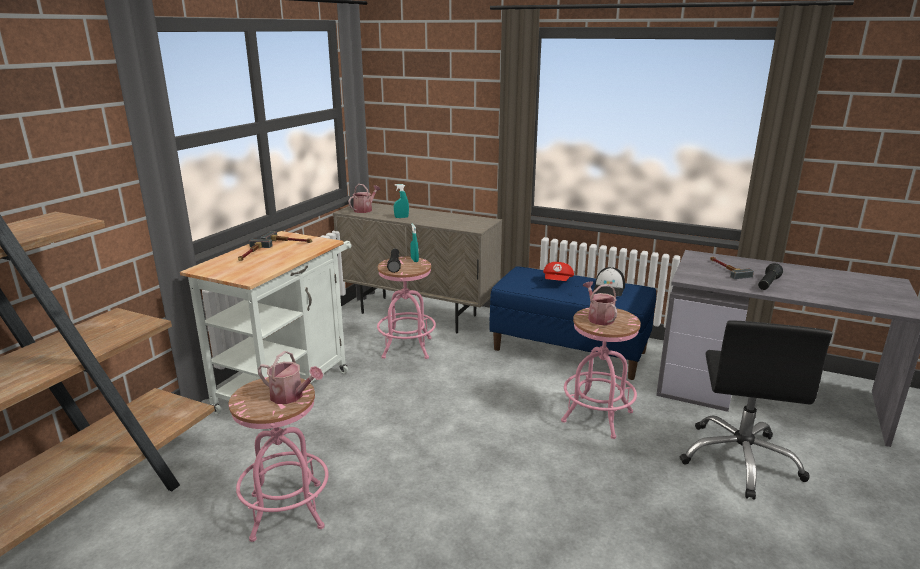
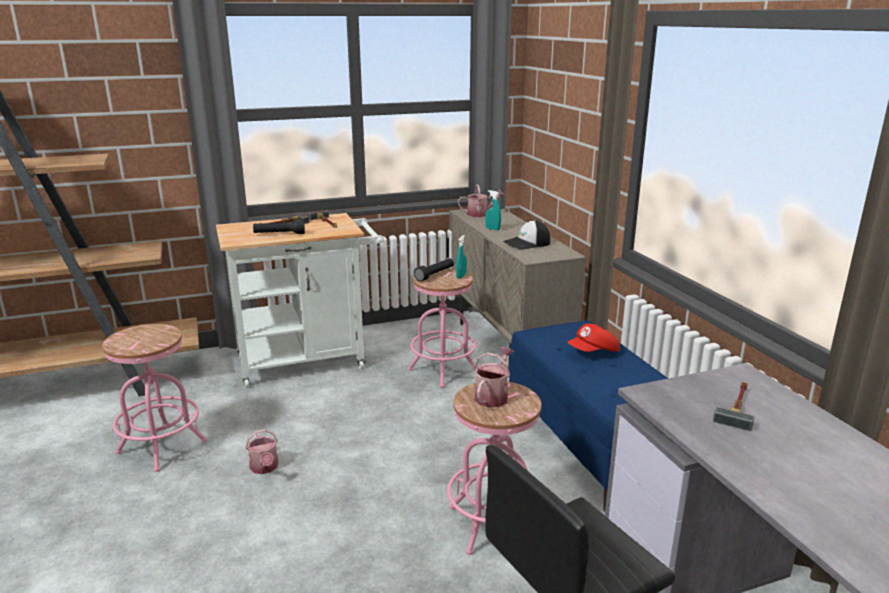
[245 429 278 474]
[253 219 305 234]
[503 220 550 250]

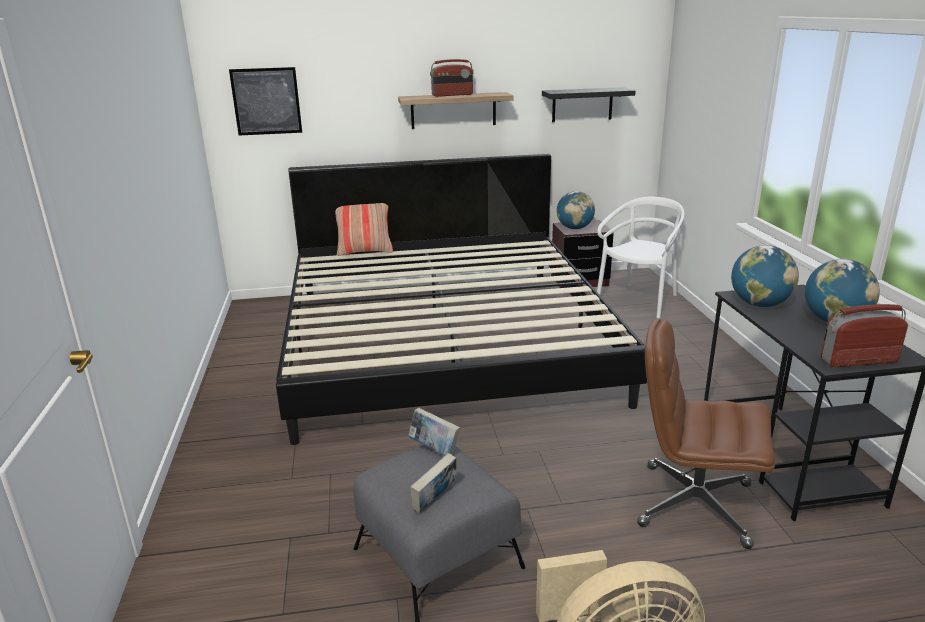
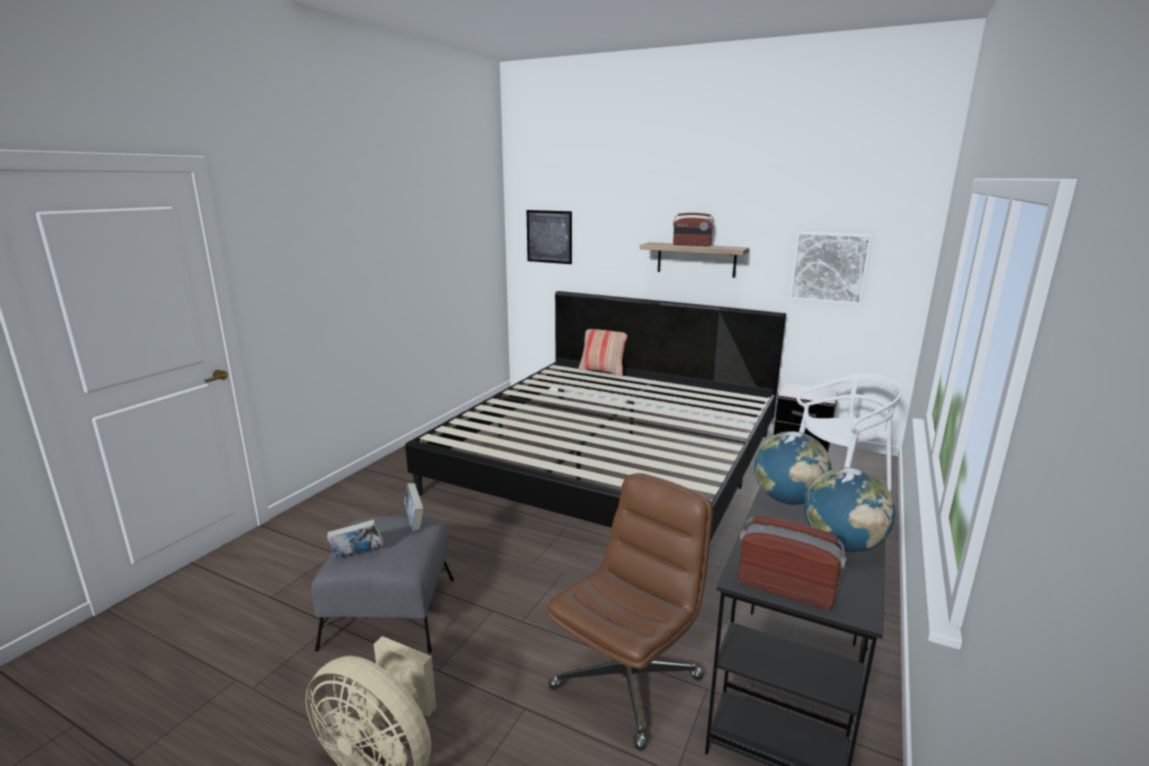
[546 473 713 751]
[789 232 872 306]
[557 191 595 229] (first image)

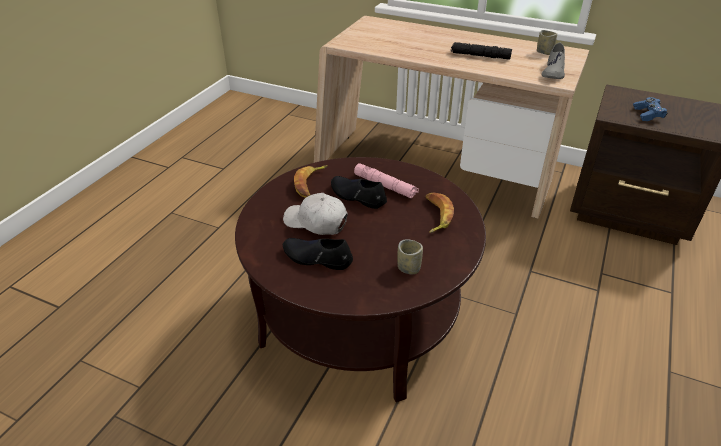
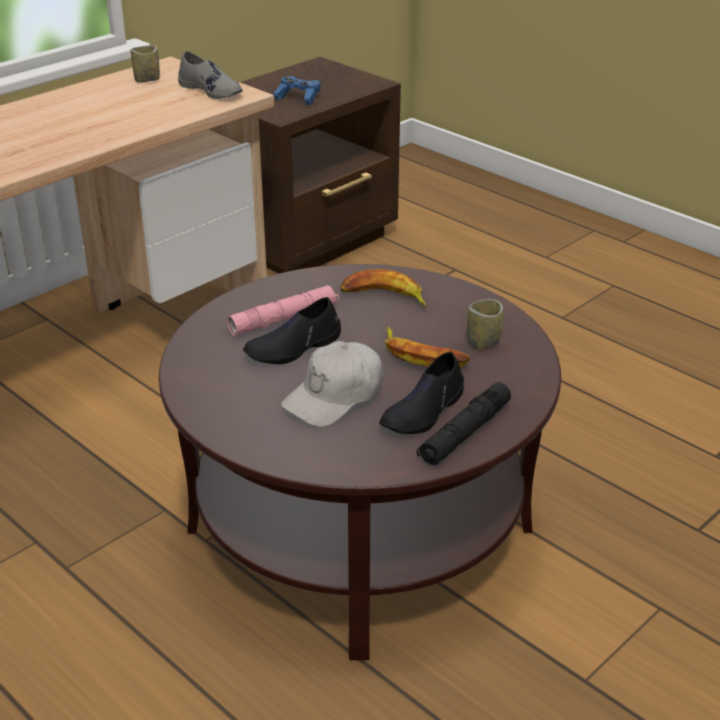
[385 327 470 368]
[416 382 511 465]

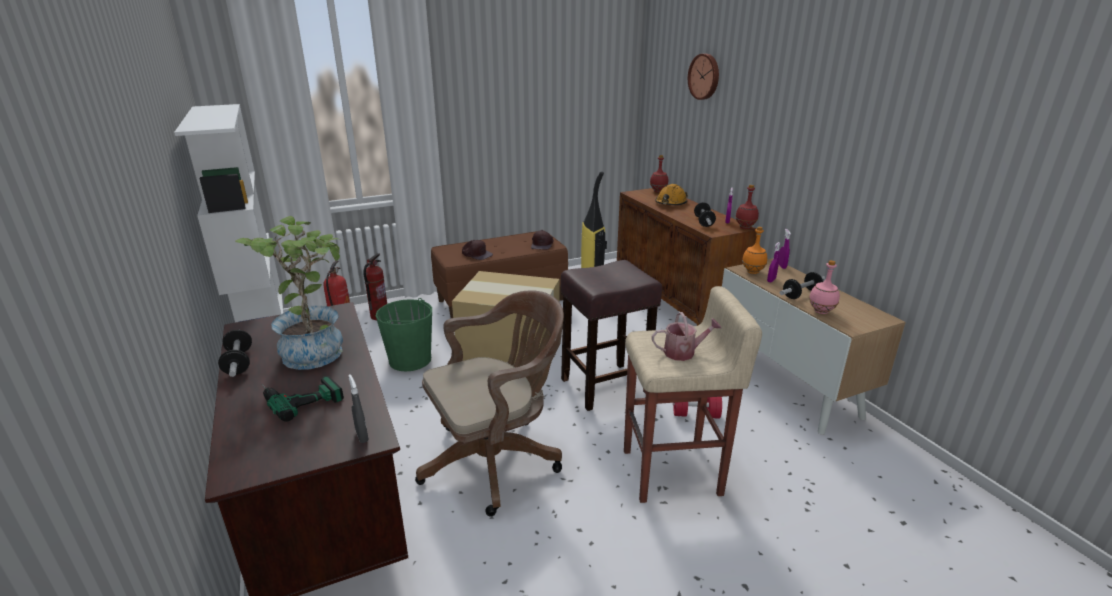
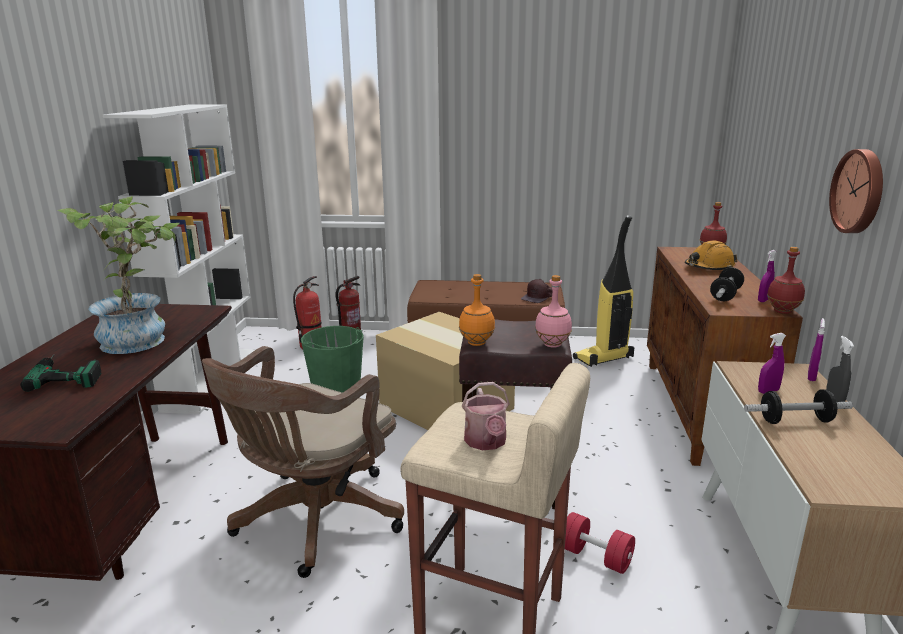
[202 346 404 578]
[459 274 495 346]
[462 382 510 450]
[535 275 572 348]
[826 336 854 402]
[829 149 883 233]
[218 330 252 377] (first image)
[462 240 493 260] (first image)

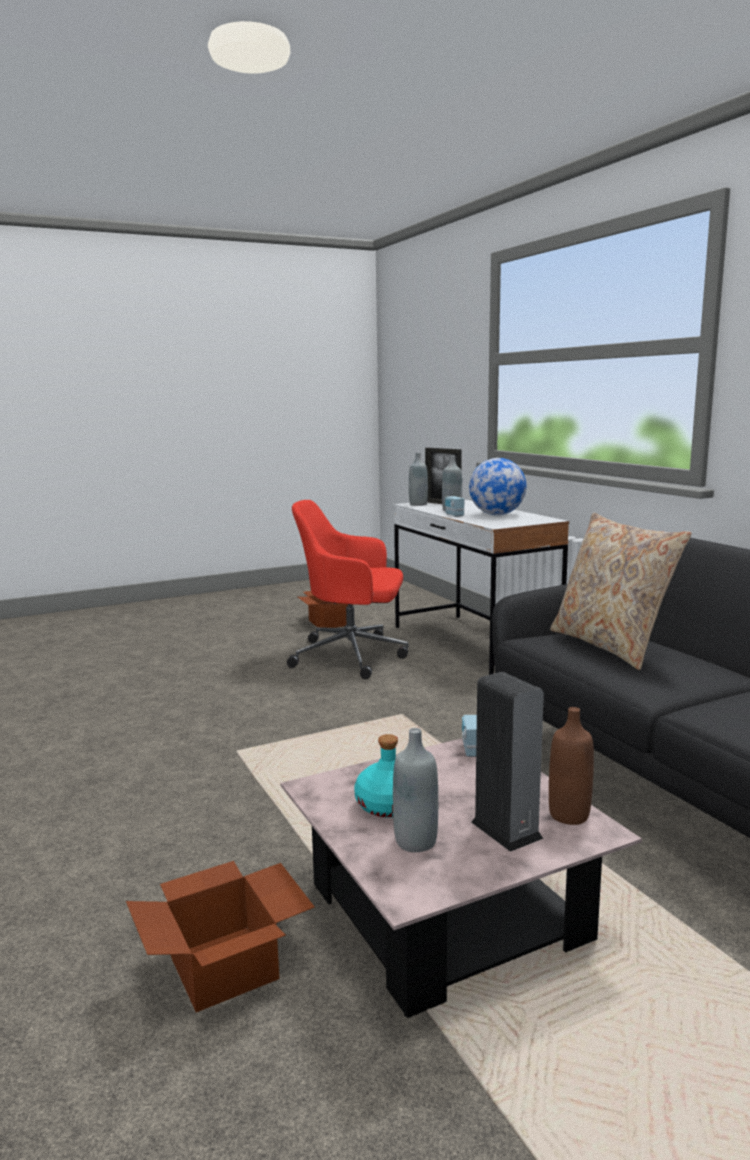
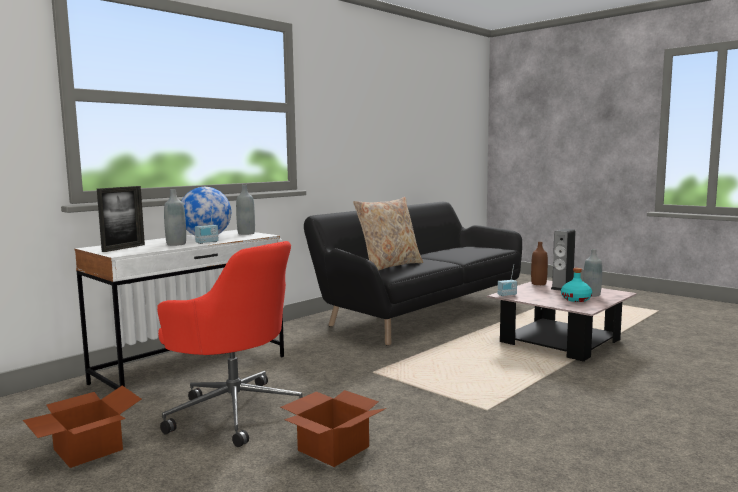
[157 241 303 447]
[236 185 255 235]
[281 390 386 467]

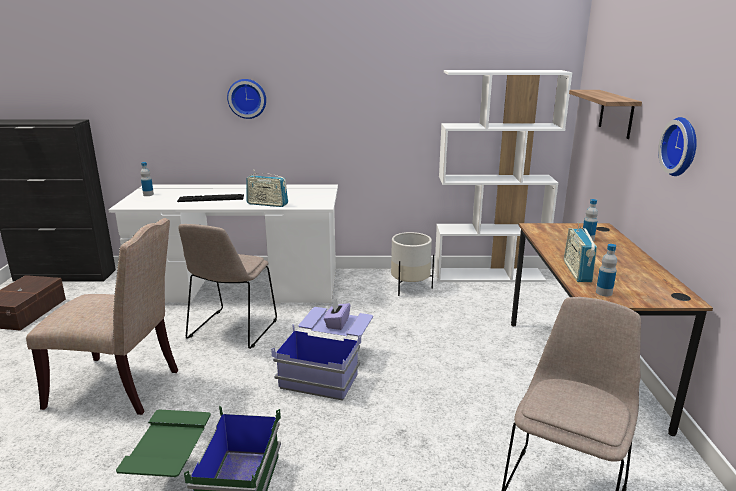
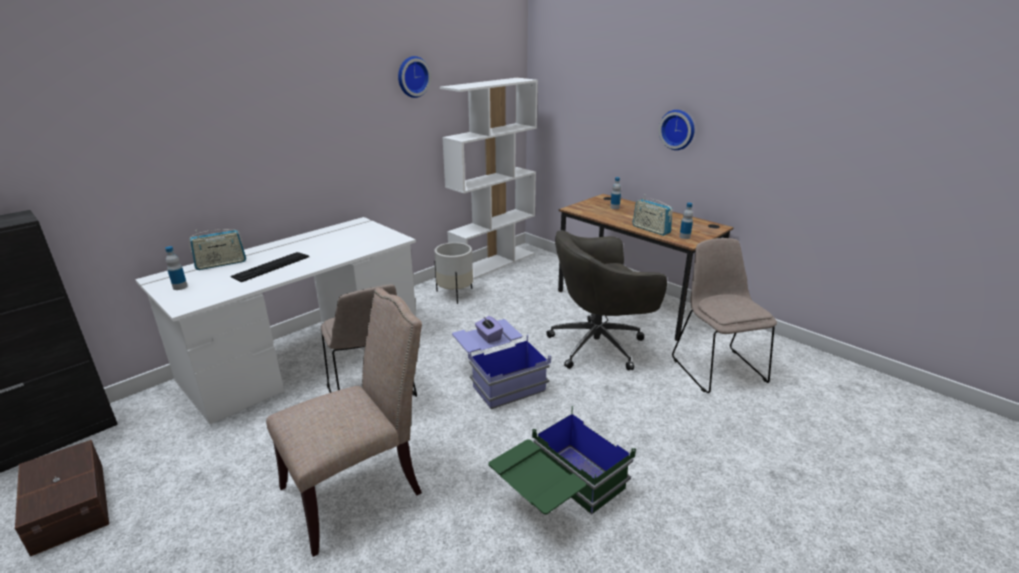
[189 229 246 270]
[398 56 431 98]
[546 230 667 371]
[569 90 642 139] (first image)

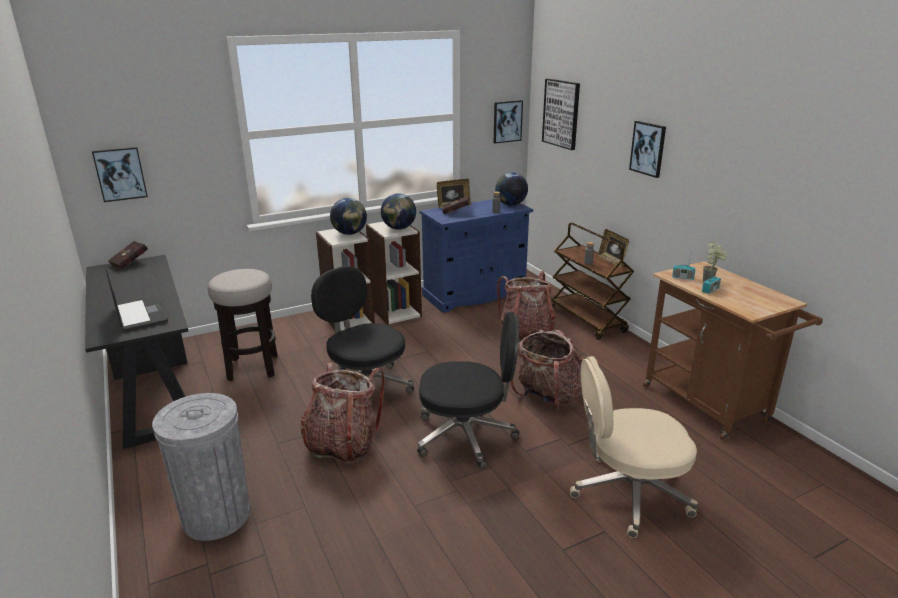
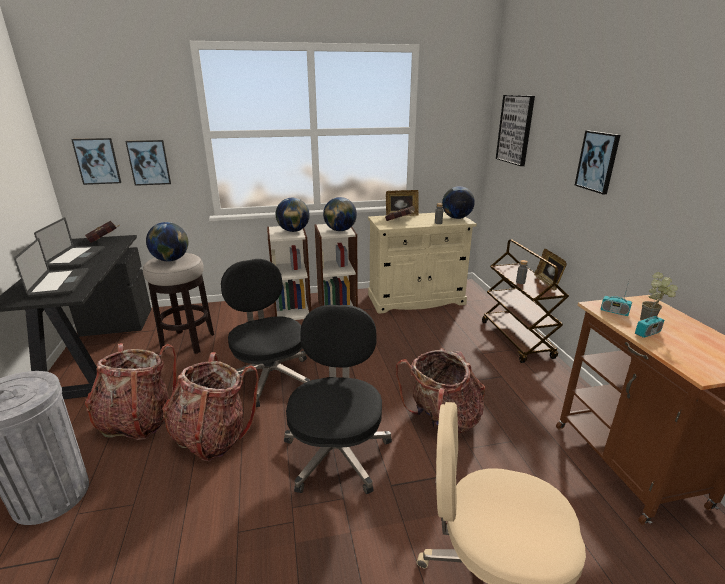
[34 217 105 268]
[85 343 177 440]
[125 140 171 186]
[146 222 188 261]
[284 305 392 494]
[368 212 477 314]

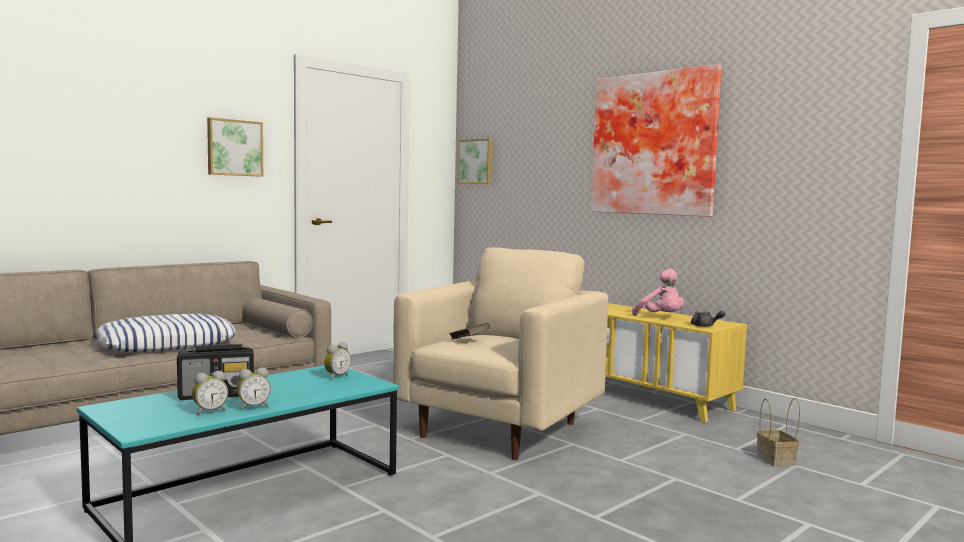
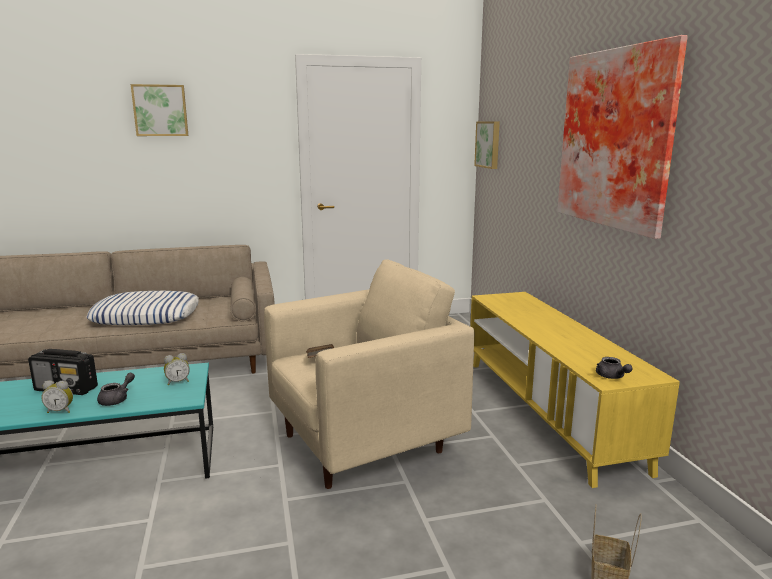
[97 373 135 406]
[131 84 188 136]
[192 371 228 415] (first image)
[632 269 684 316] (first image)

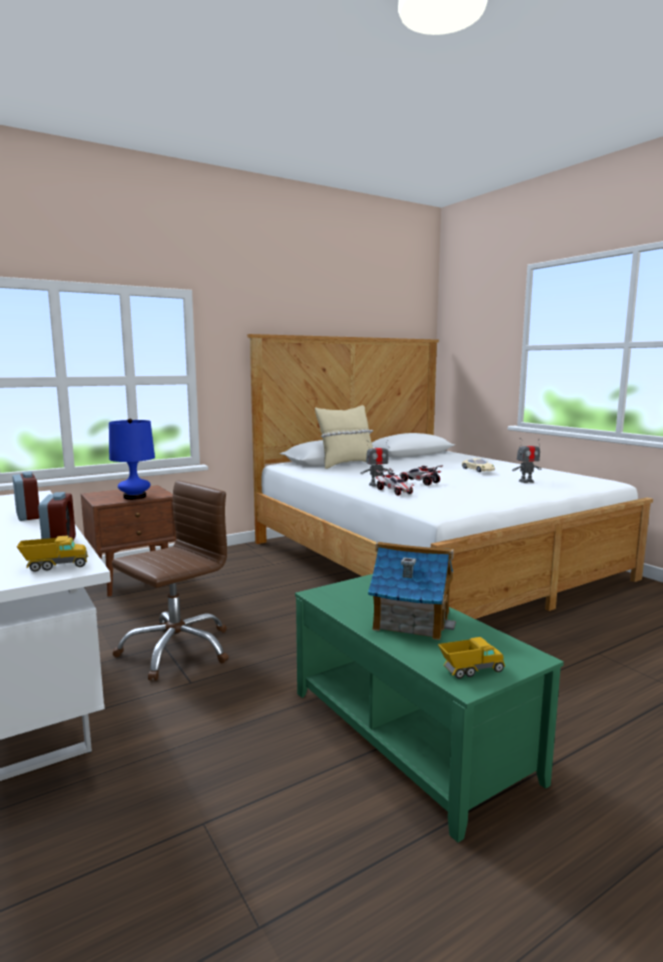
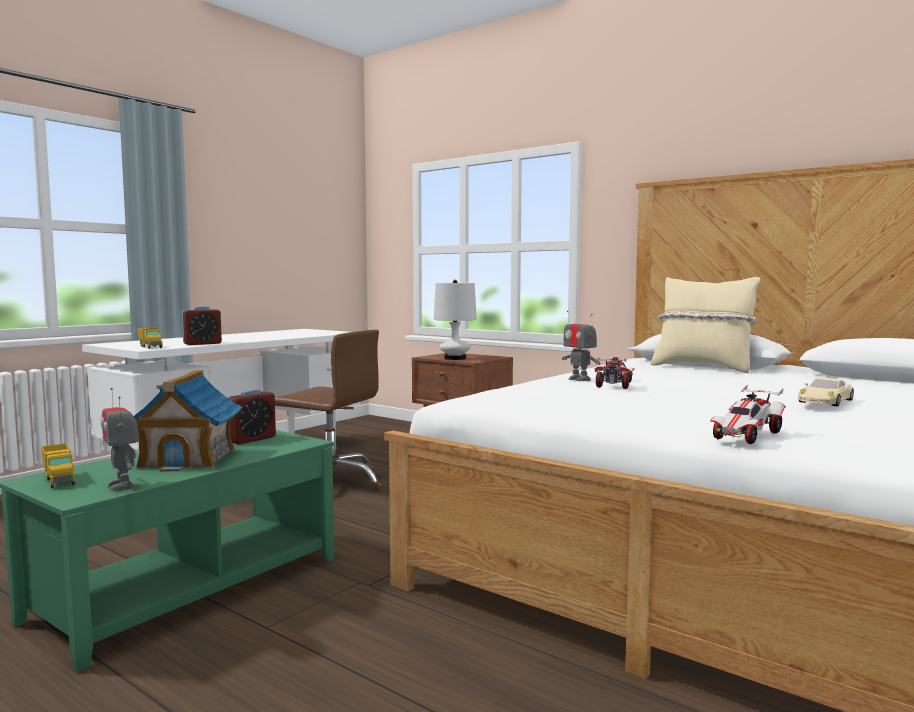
[101 388 140 491]
[226 389 276 445]
[434 280 477 360]
[710 385 786 444]

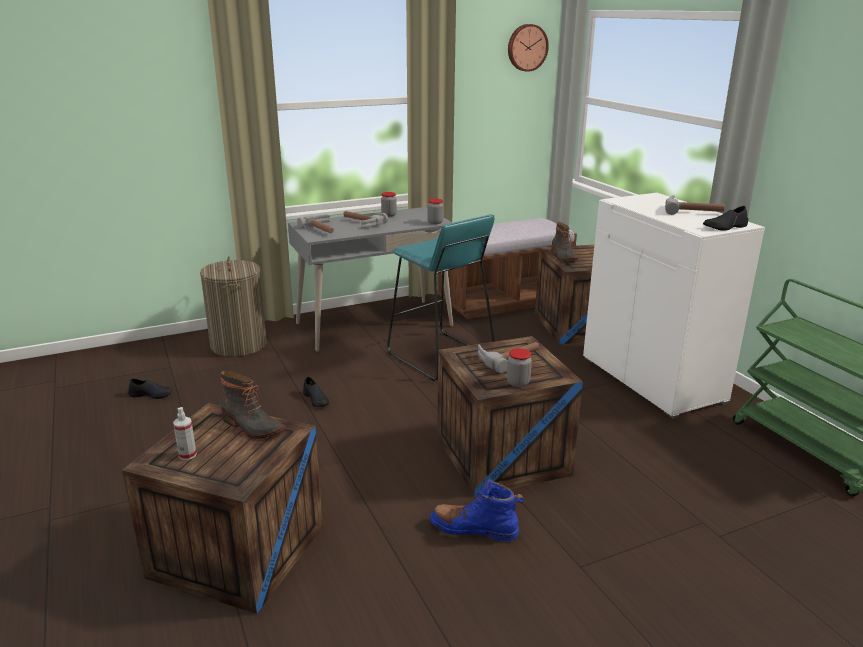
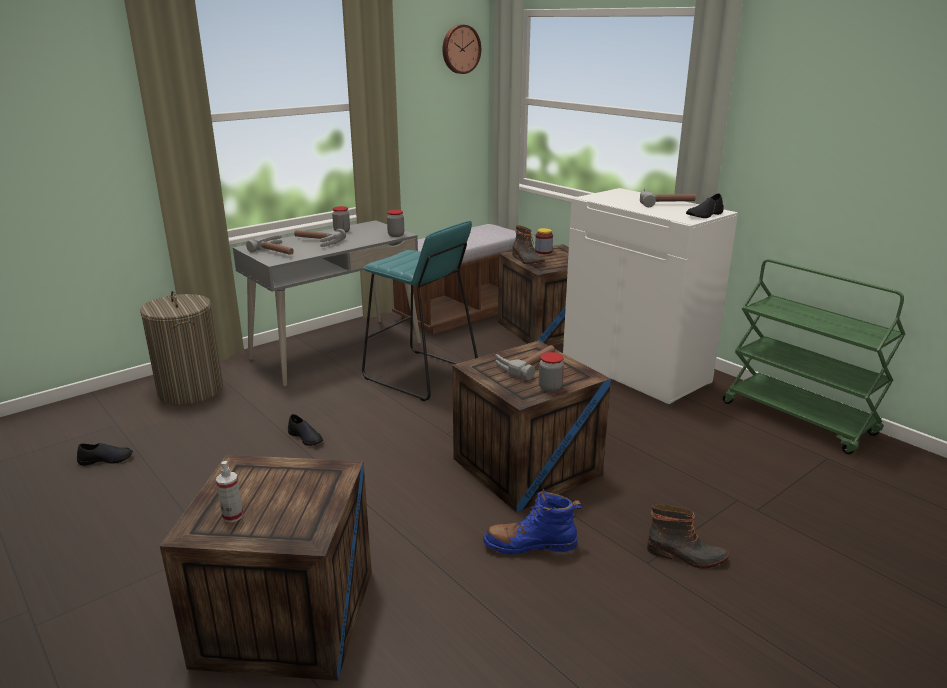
[535 228 553 254]
[647 504 729 569]

